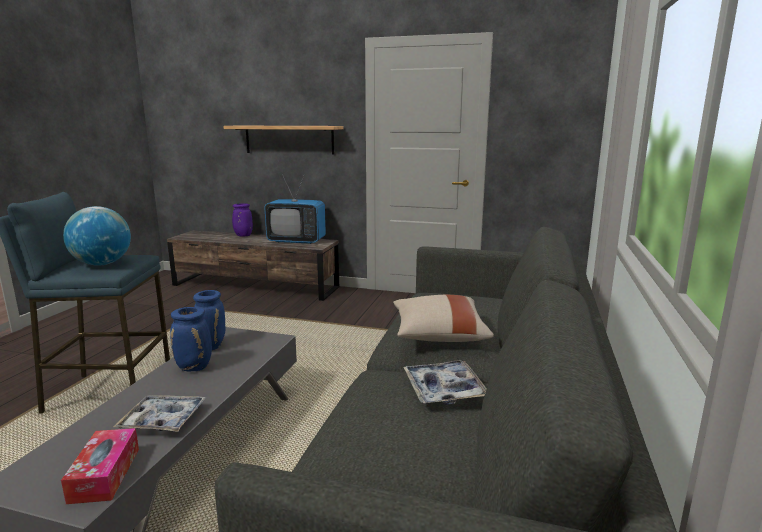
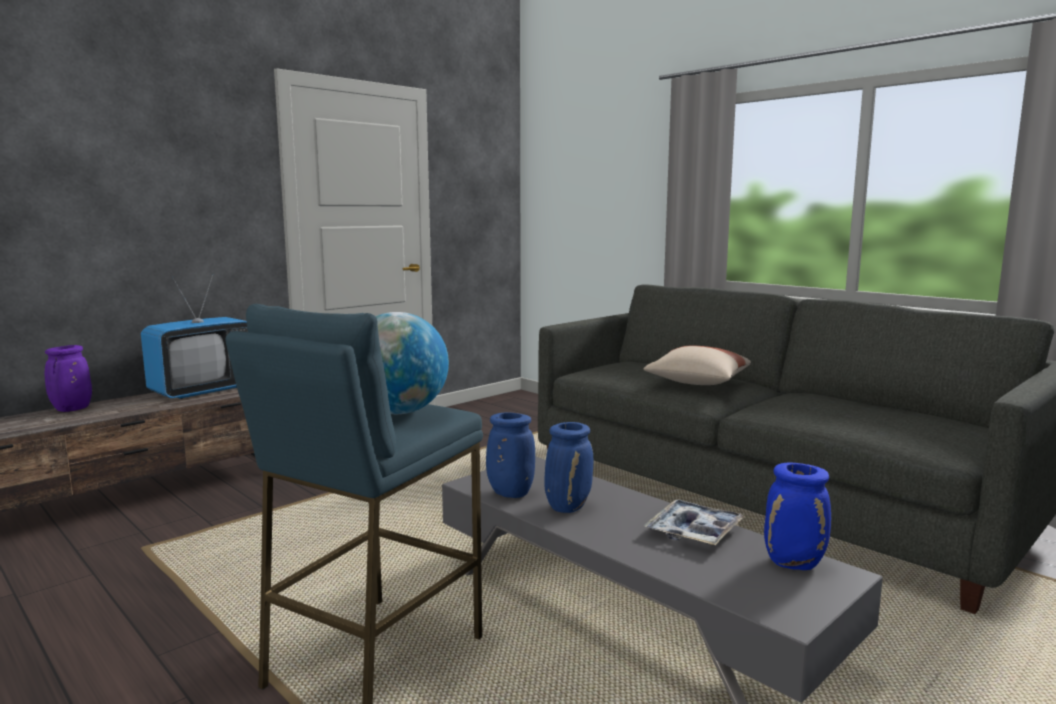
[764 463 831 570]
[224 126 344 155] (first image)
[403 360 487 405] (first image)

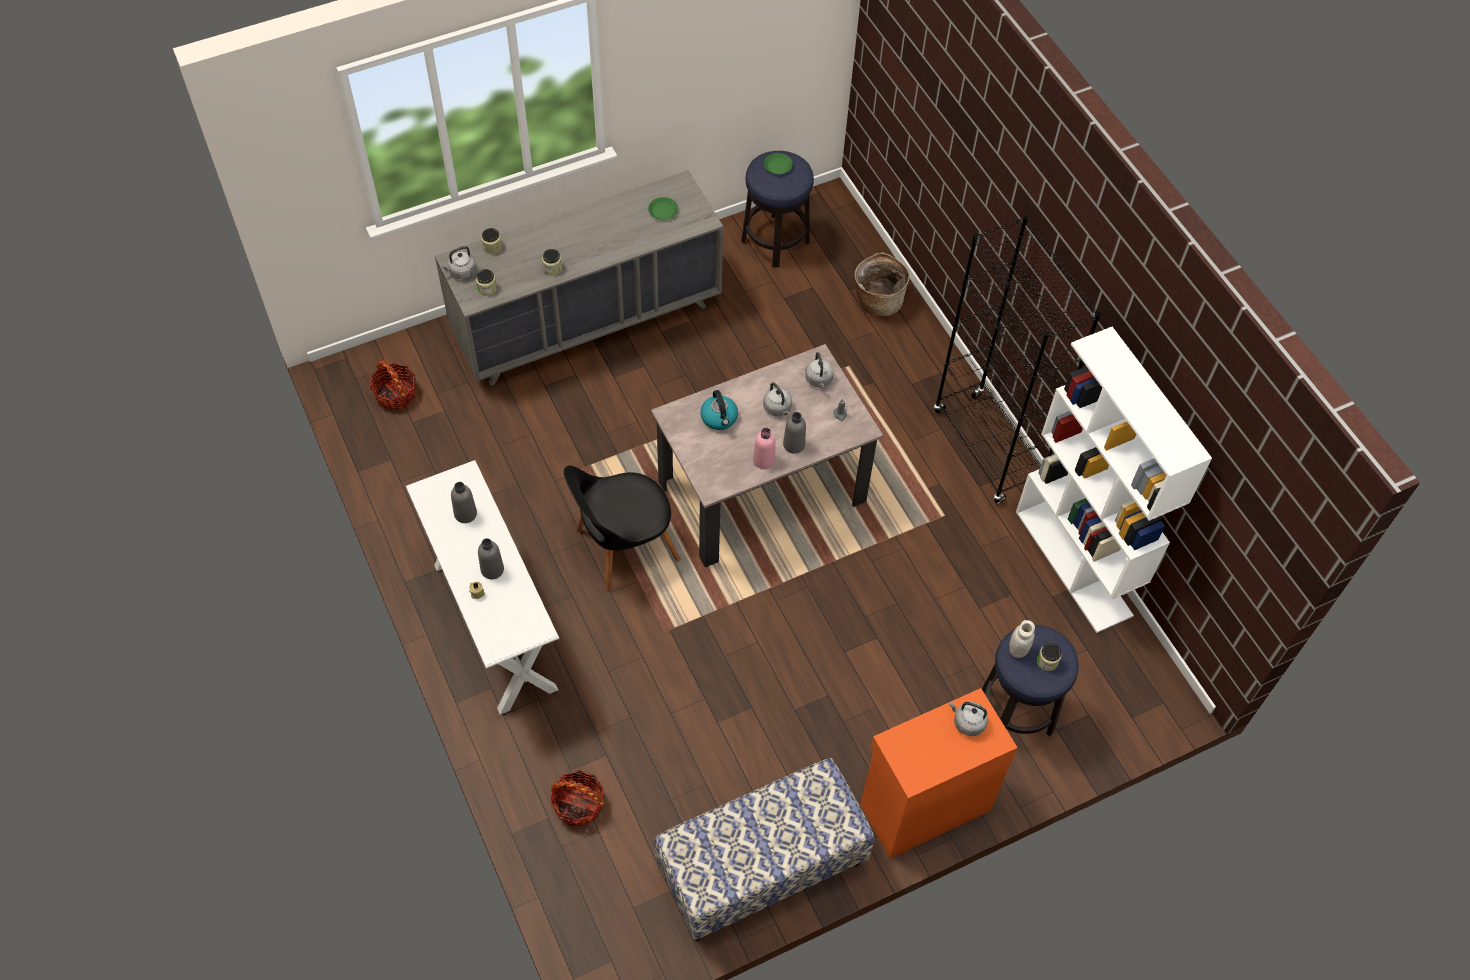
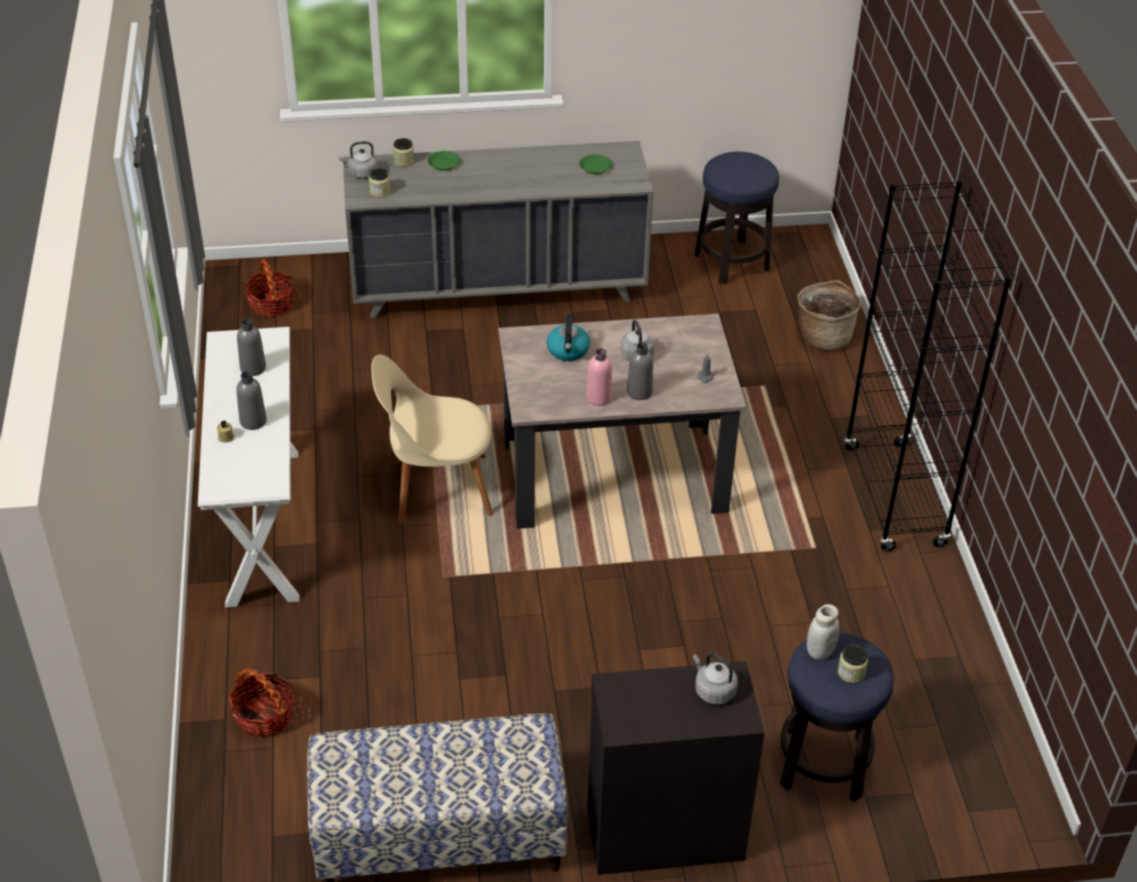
[372 354 493 524]
[428 151 461 171]
[587 661 765 875]
[542 249 562 275] (first image)
[805 352 834 388] (first image)
[1016 327 1212 633] (first image)

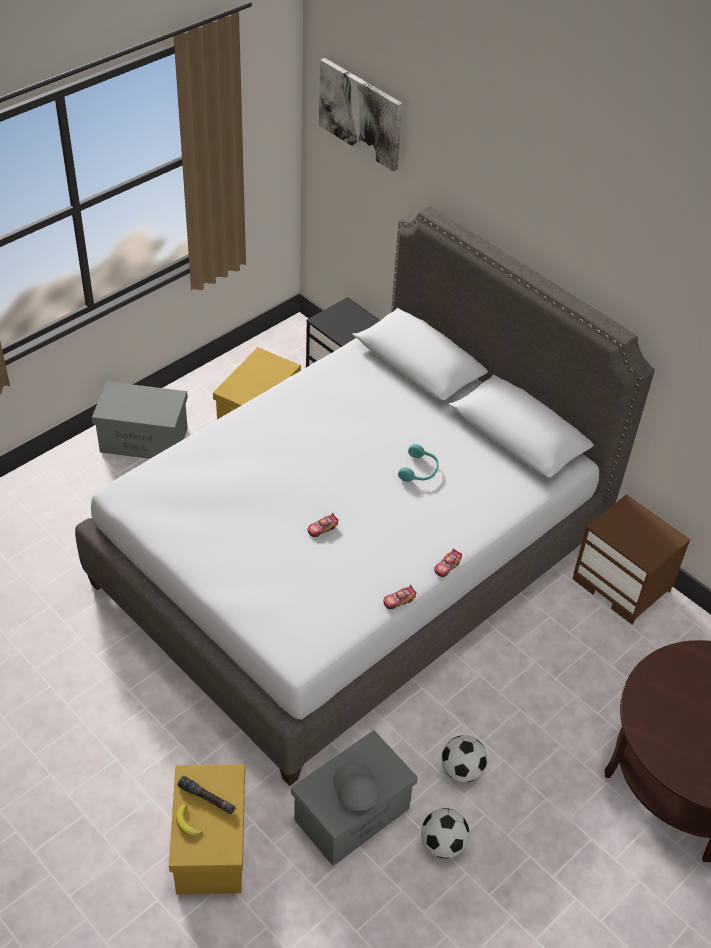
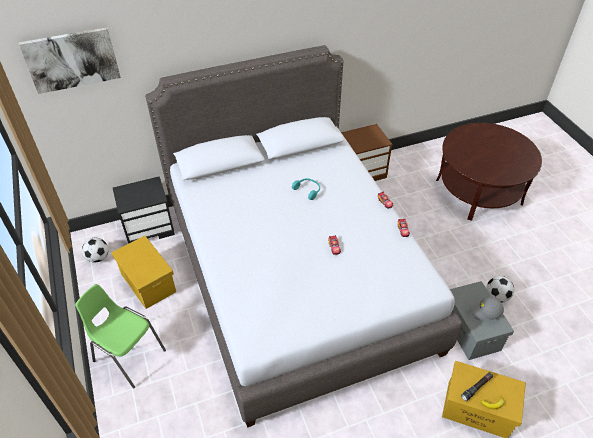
[75 284 166 389]
[82 238 108 262]

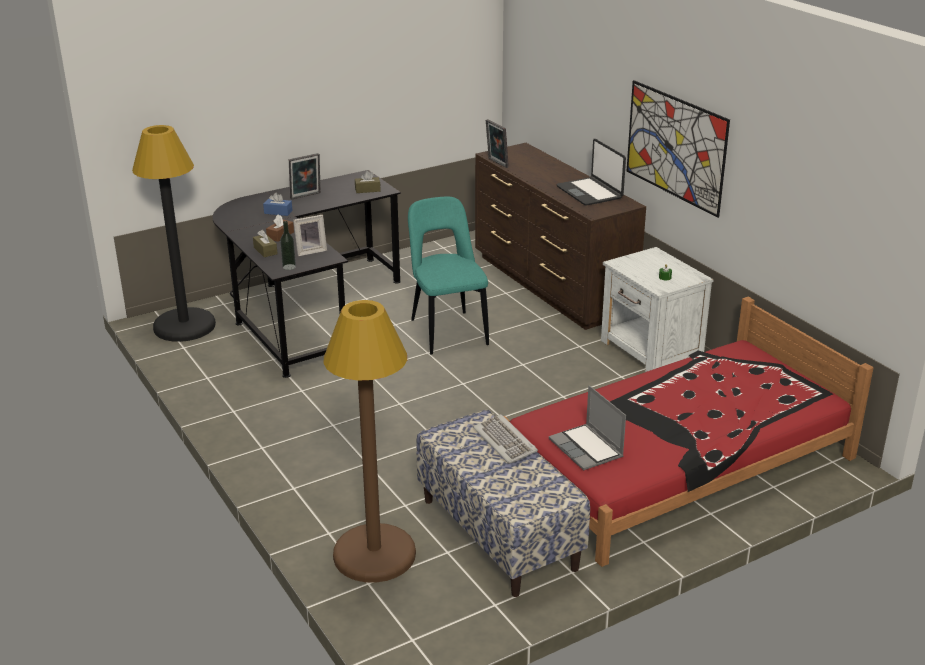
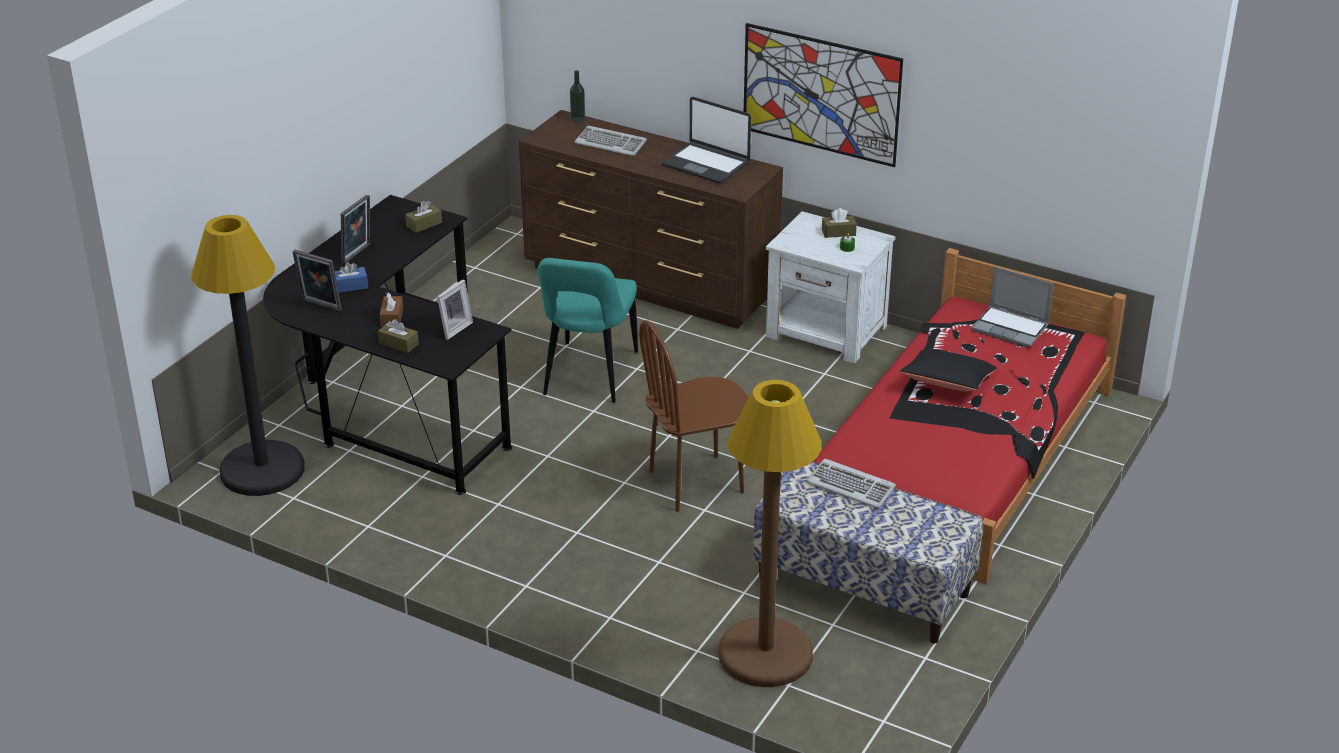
[293 250 342 311]
[538 258 638 403]
[570 70 585 123]
[574 126 647 156]
[639 320 749 512]
[822 208 857 238]
[900 349 997 391]
[971 267 1054 348]

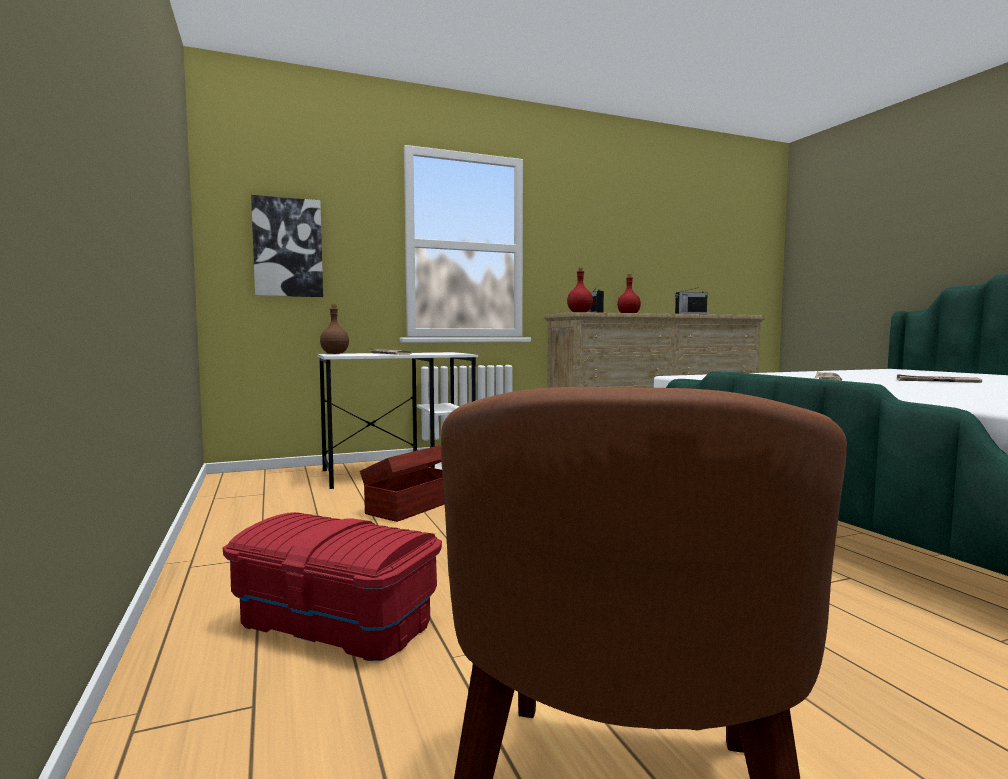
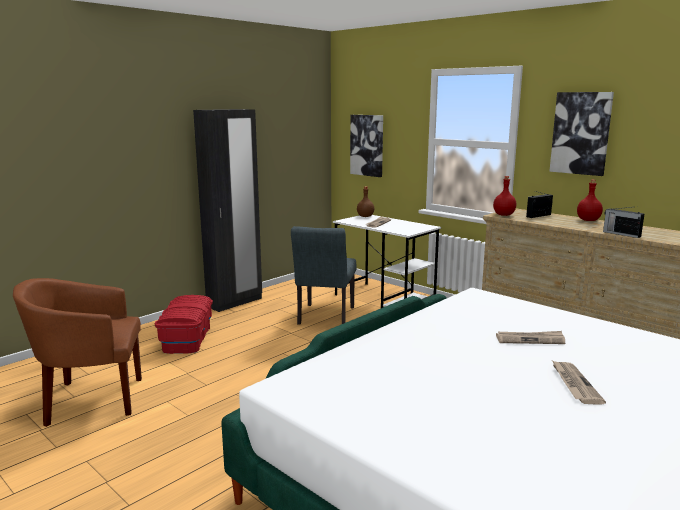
[193 109 262 312]
[291 226 357 325]
[549 92 614 176]

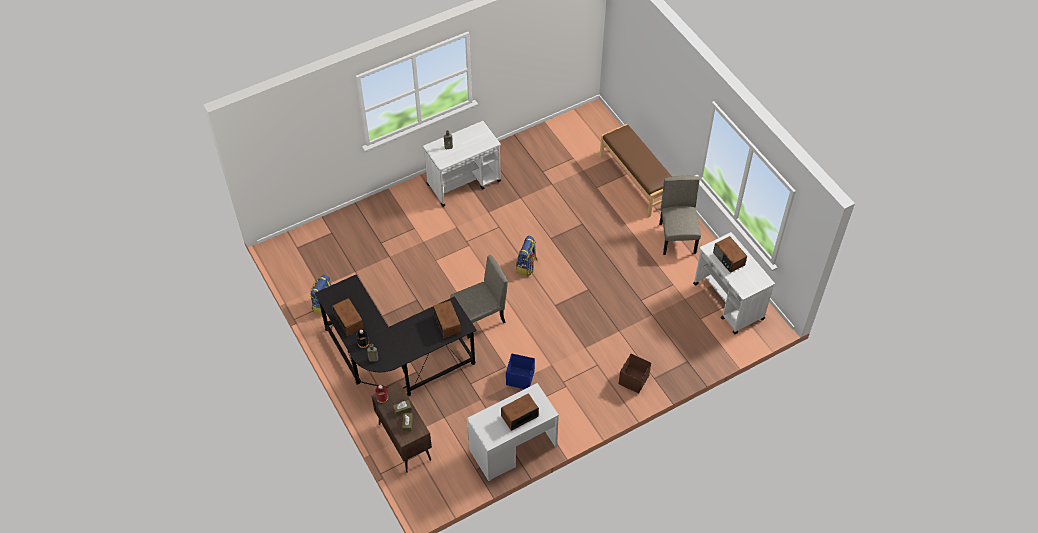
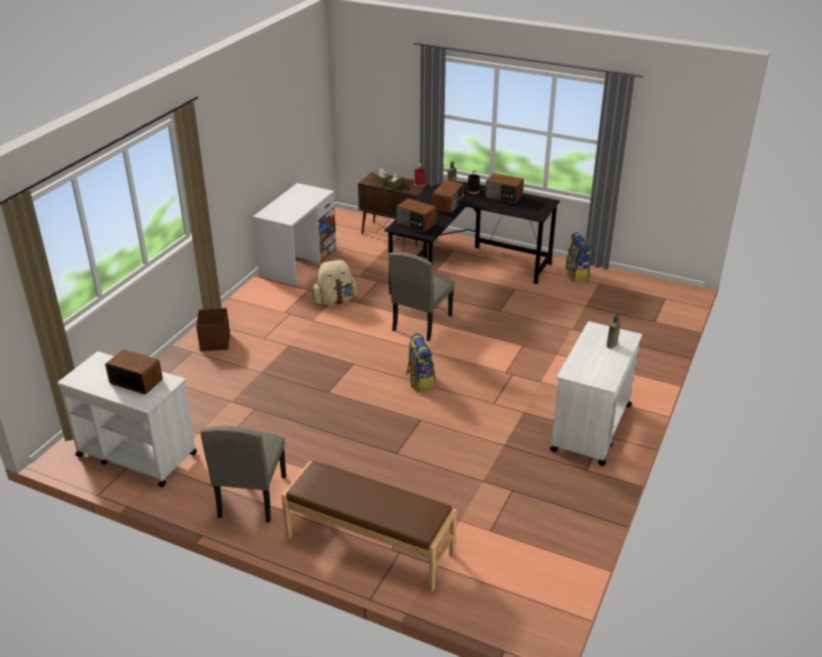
[200 426 286 523]
[313 260 358 306]
[432 180 464 213]

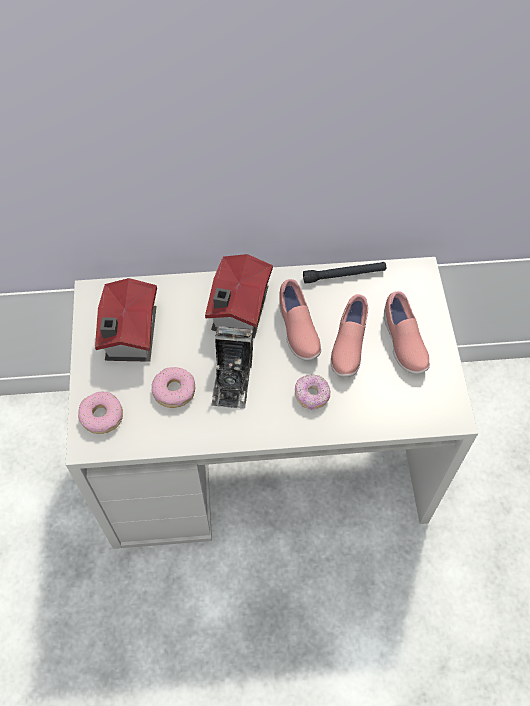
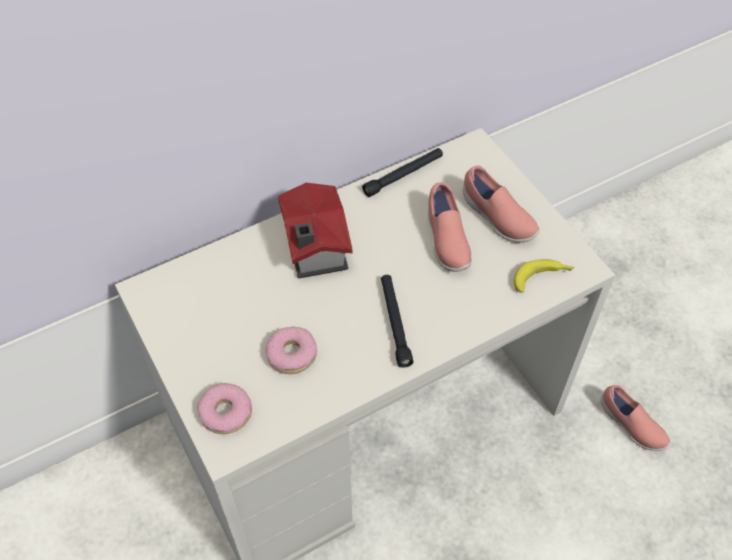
[381 275 413 368]
[514 259 574 292]
[601 385 670 451]
[95 278 157 362] (first image)
[211 326 253 409] (first image)
[295 375 330 410] (first image)

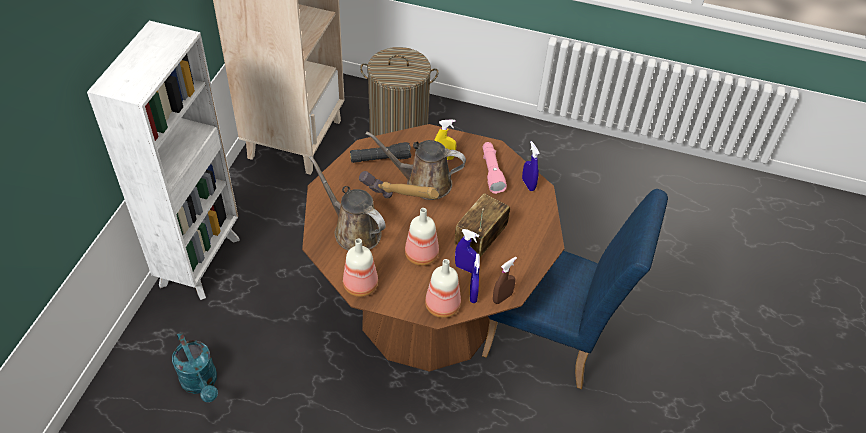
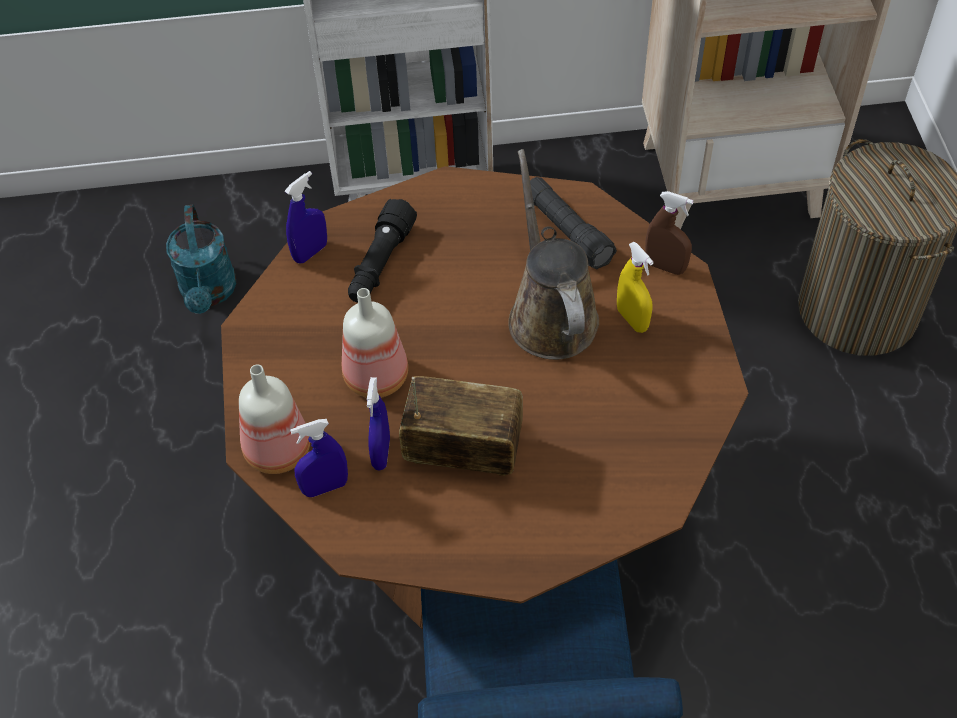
[166 204 237 314]
[285 171 327 264]
[348 199 417 303]
[645 191 694 275]
[343 238 378 297] (first image)
[359 171 439 200] (first image)
[483 142 507 194] (first image)

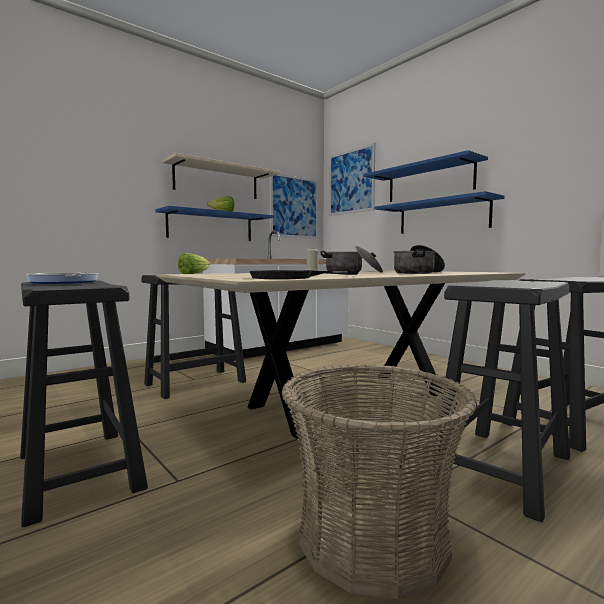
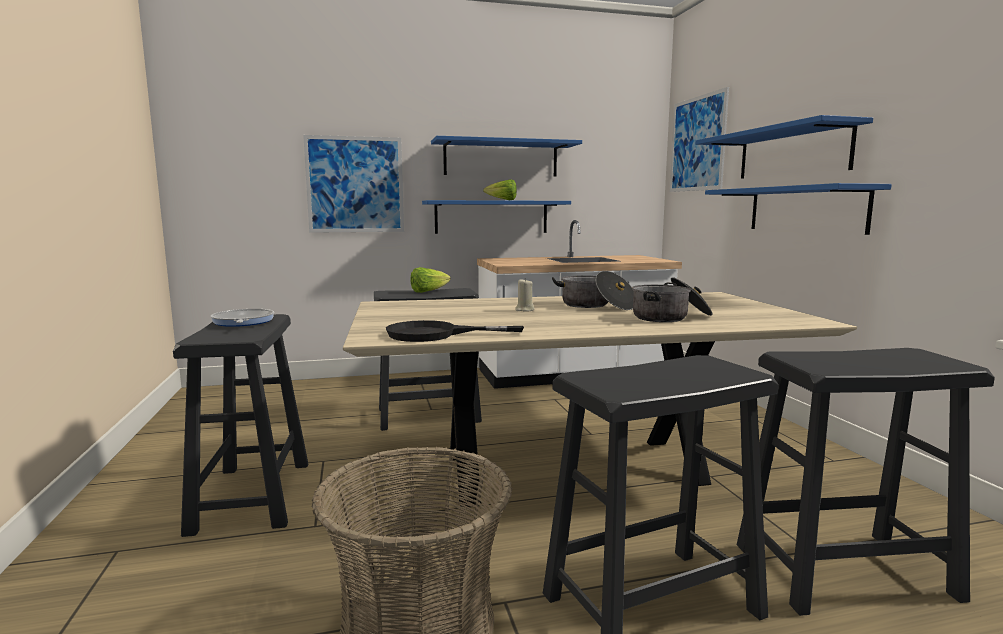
[303 135 404 233]
[431 136 582 177]

